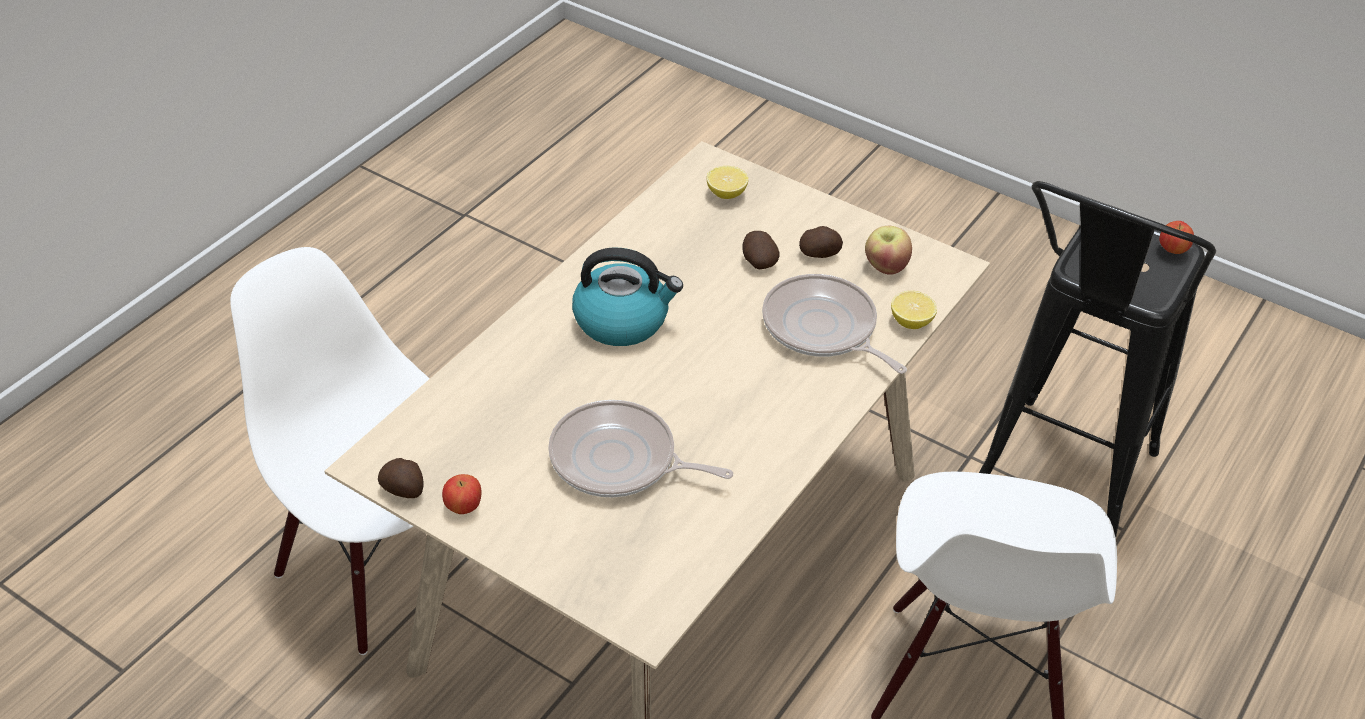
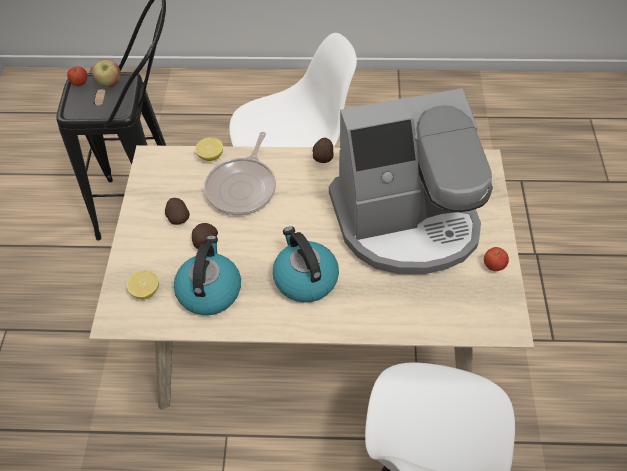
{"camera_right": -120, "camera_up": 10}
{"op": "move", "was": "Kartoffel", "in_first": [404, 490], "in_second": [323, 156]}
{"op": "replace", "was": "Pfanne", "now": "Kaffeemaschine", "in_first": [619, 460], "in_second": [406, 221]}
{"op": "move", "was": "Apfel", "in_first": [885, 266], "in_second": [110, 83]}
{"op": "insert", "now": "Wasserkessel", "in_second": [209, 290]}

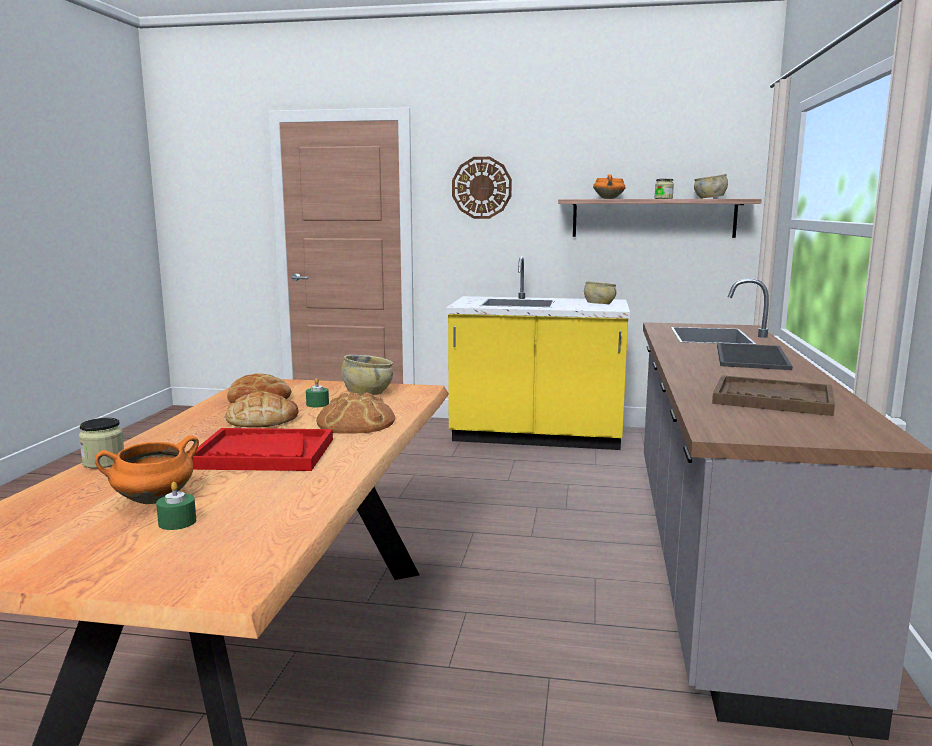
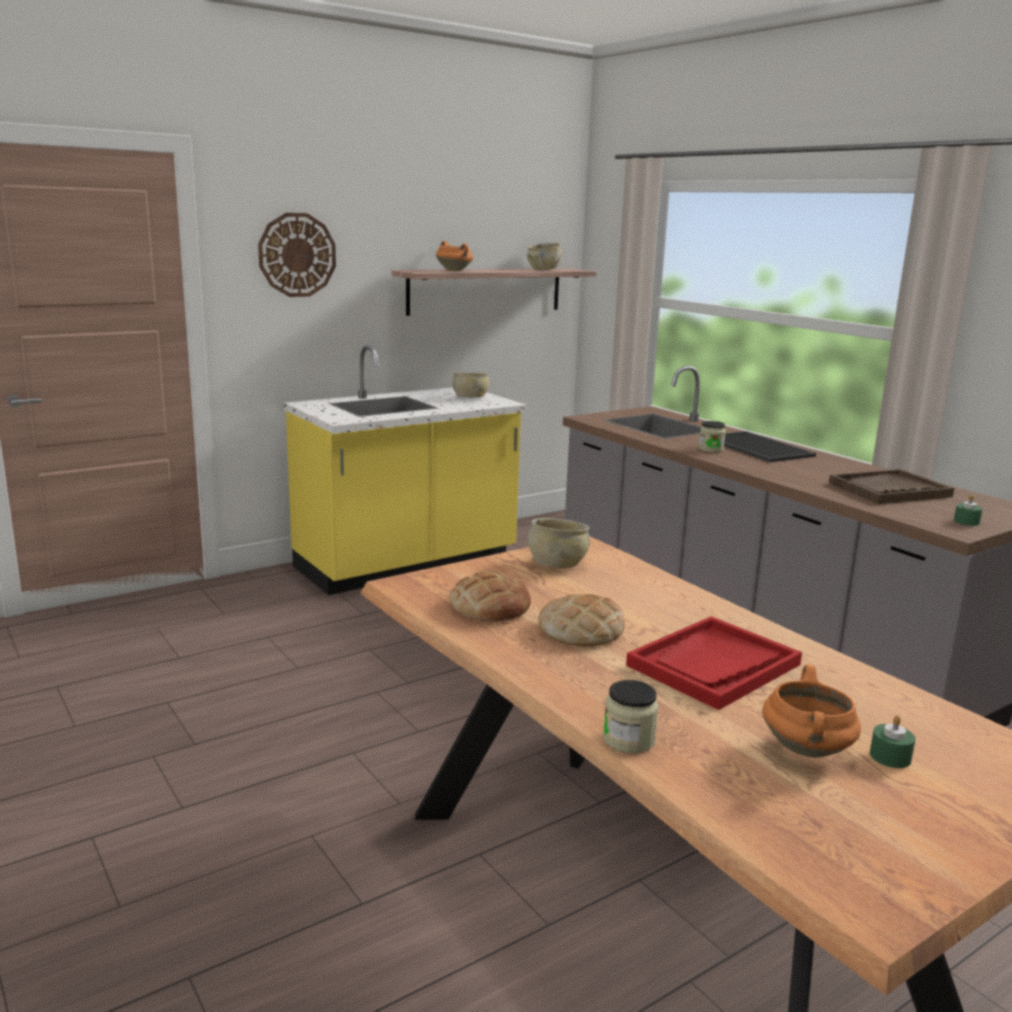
{"camera_right": -45, "camera_up": 5}
{"op": "move", "was": "Kerze (grün)", "in_first": [317, 404], "in_second": [966, 521]}
{"op": "delete", "was": "Brot", "in_first": [356, 422]}
{"op": "move", "was": "Vorratsglas", "in_first": [663, 198], "in_second": [711, 449]}

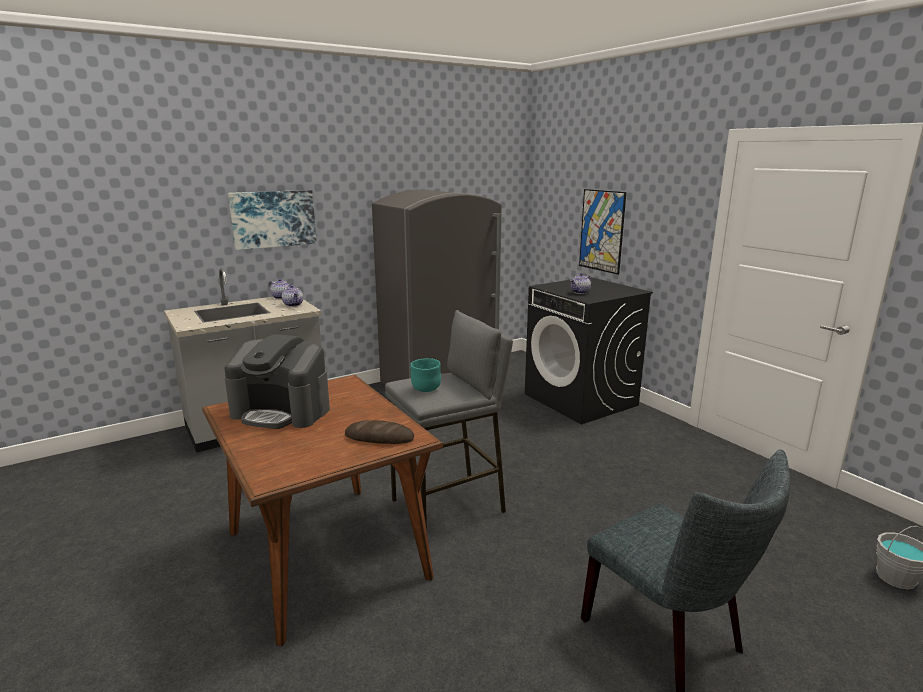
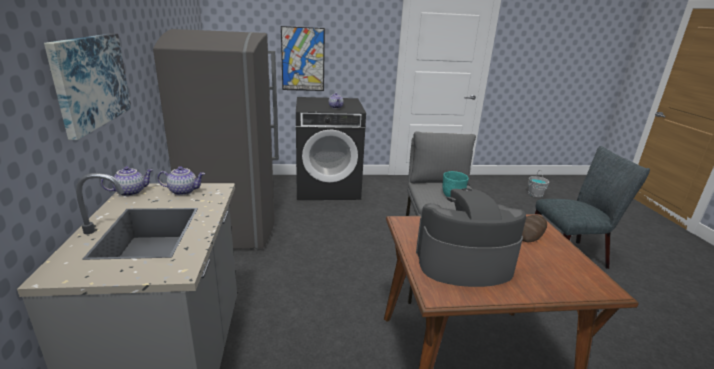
{"camera_right": -65, "camera_up": 5}
{"op": "rotate", "was": "Kaffeemaschine", "in_first": [282, 411], "in_second": [463, 263], "clockwise": -135}

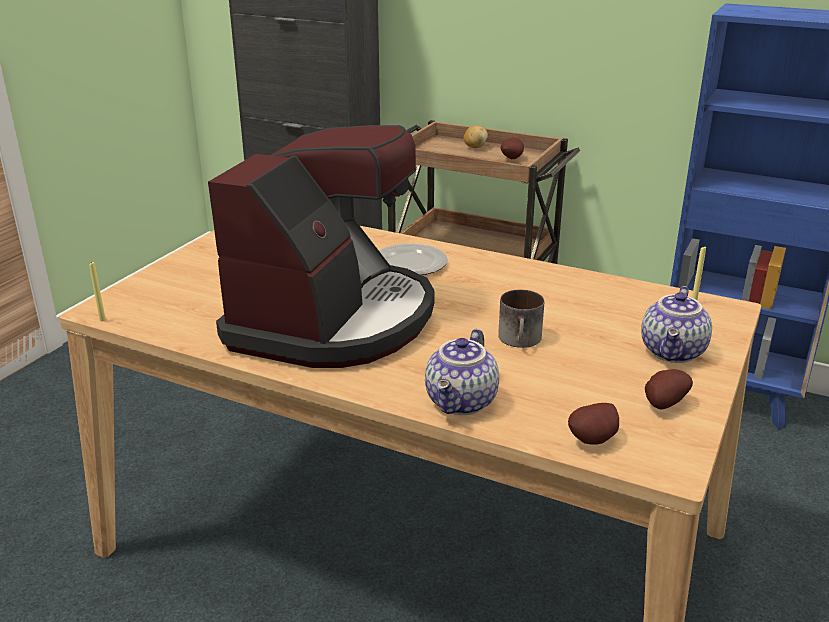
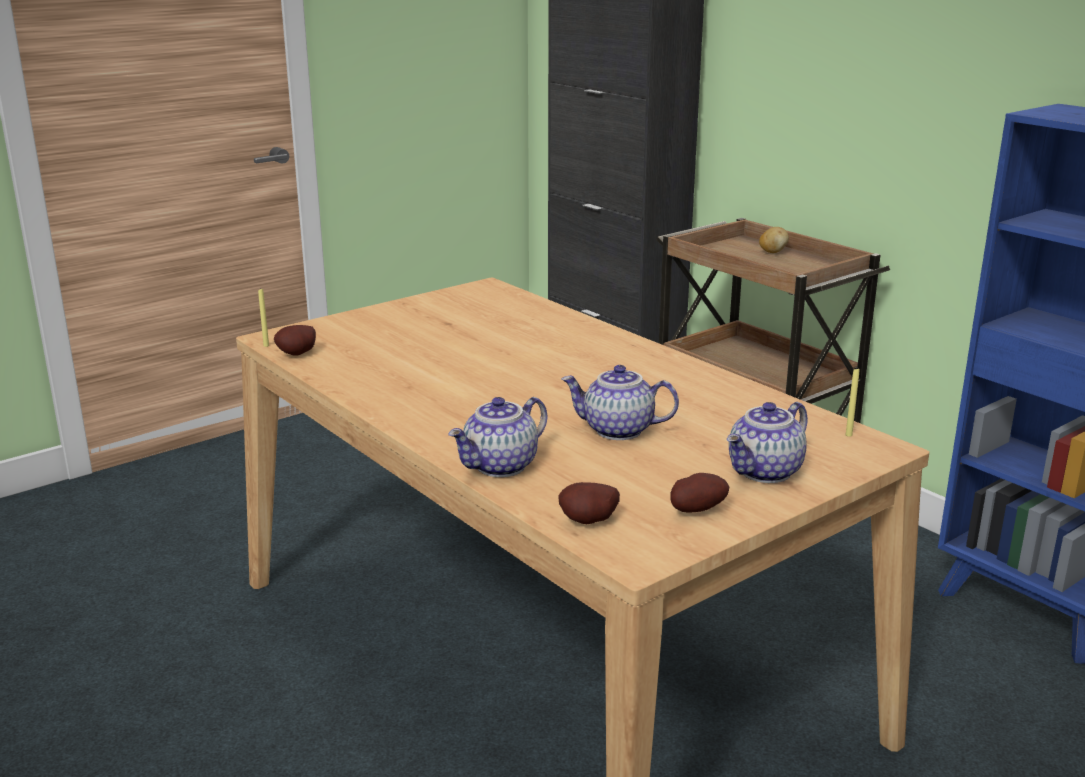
{"camera_right": 25, "camera_up": -5}
{"op": "delete", "was": "Kaffeemaschine", "in_first": [333, 320]}
{"op": "delete", "was": "Teller", "in_first": [409, 264]}
{"op": "replace", "was": "Henkelbecher", "now": "Teekanne", "in_first": [521, 340], "in_second": [617, 431]}
{"op": "move", "was": "Kartoffel", "in_first": [513, 158], "in_second": [298, 354]}

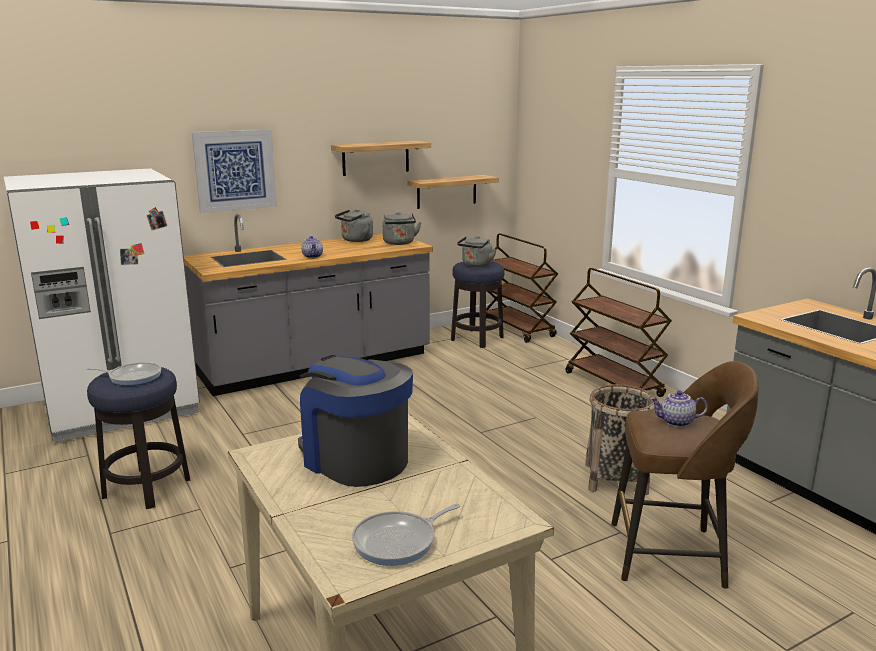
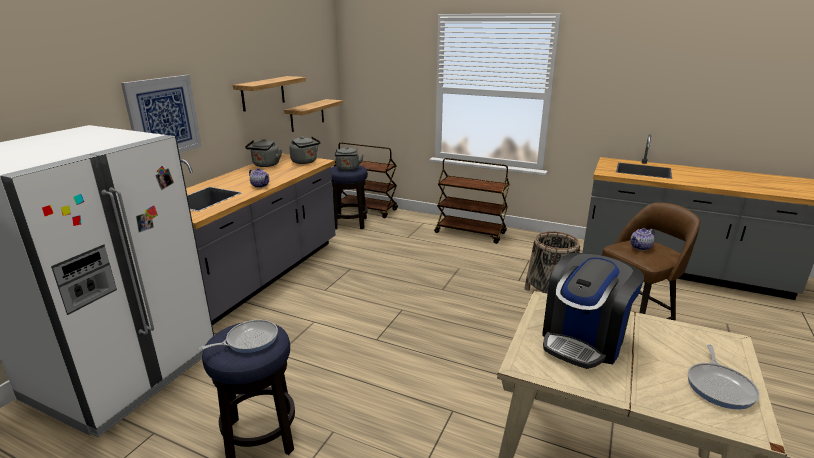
{"camera_right": -35, "camera_up": 5}
{"op": "rotate", "was": "Kaffeemaschine", "in_first": [354, 459], "in_second": [583, 340], "clockwise": -60}

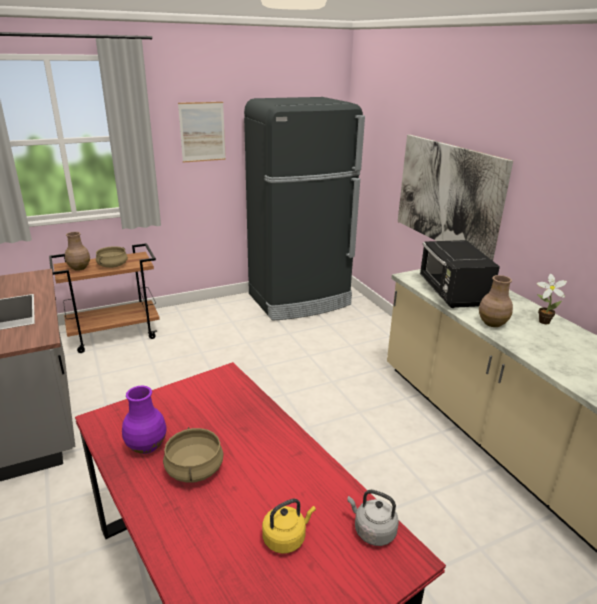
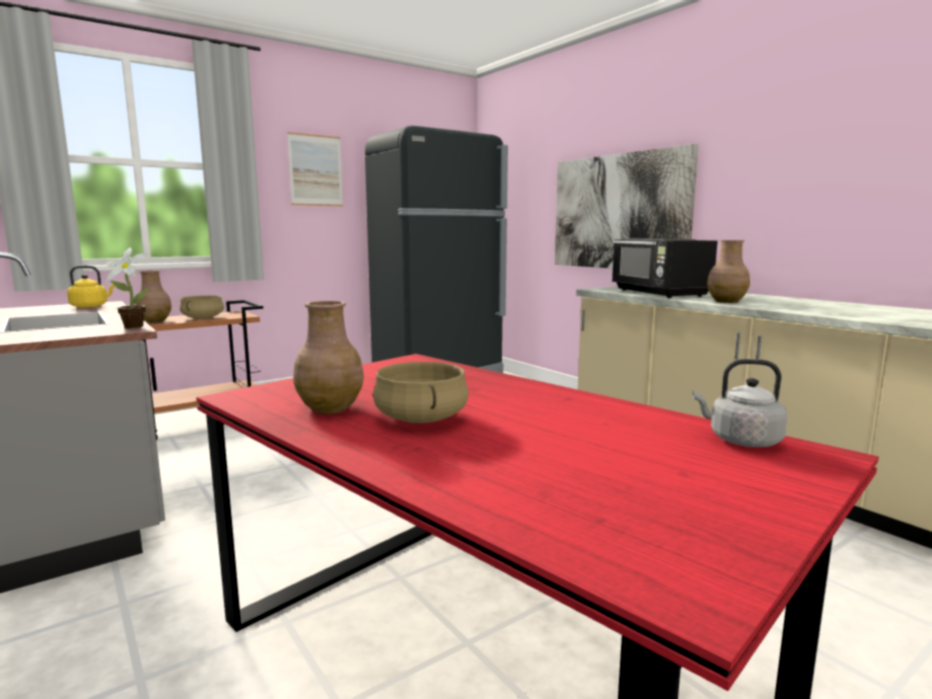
{"camera_right": -10, "camera_up": -15}
{"op": "recolor", "was": "Vase (lila)", "now": "Vase (braun)", "in_first": [147, 446], "in_second": [331, 408]}
{"op": "move", "was": "Wasserkessel (gelb)", "in_first": [286, 538], "in_second": [91, 306]}
{"op": "move", "was": "Topfpflanze", "in_first": [542, 321], "in_second": [132, 326]}

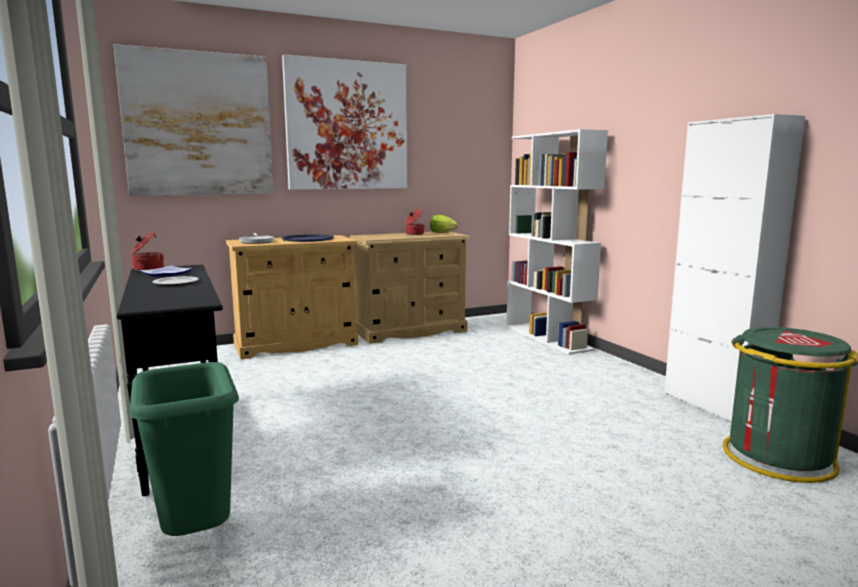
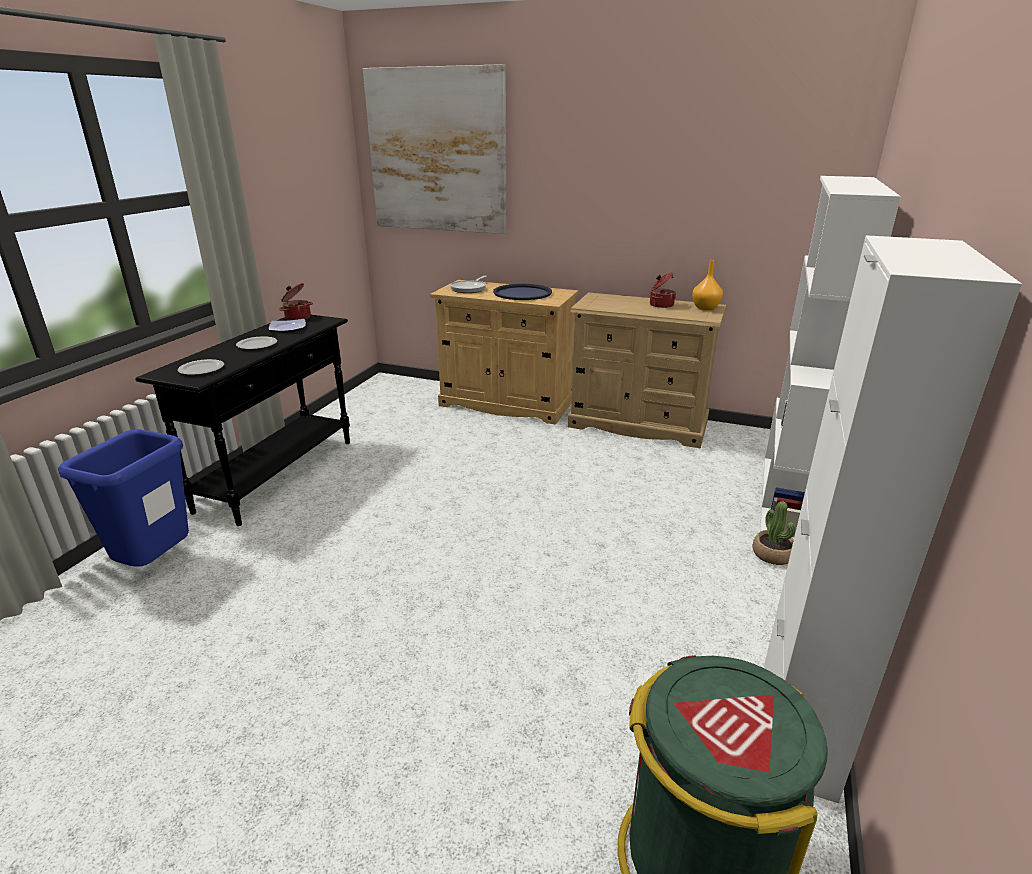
{"camera_right": 45, "camera_up": 15}
{"op": "recolor", "was": "Mülleimer (grün)", "now": "Mülleimer (blau)", "in_first": [197, 537], "in_second": [157, 565]}
{"op": "delete", "was": "Bild", "in_first": [347, 126]}
{"op": "replace", "was": "Salatkopf", "now": "Vase (orange)", "in_first": [442, 232], "in_second": [705, 308]}
{"op": "insert", "now": "Teller", "in_second": [201, 369]}
{"op": "insert", "now": "Topfpflanze", "in_second": [773, 554]}

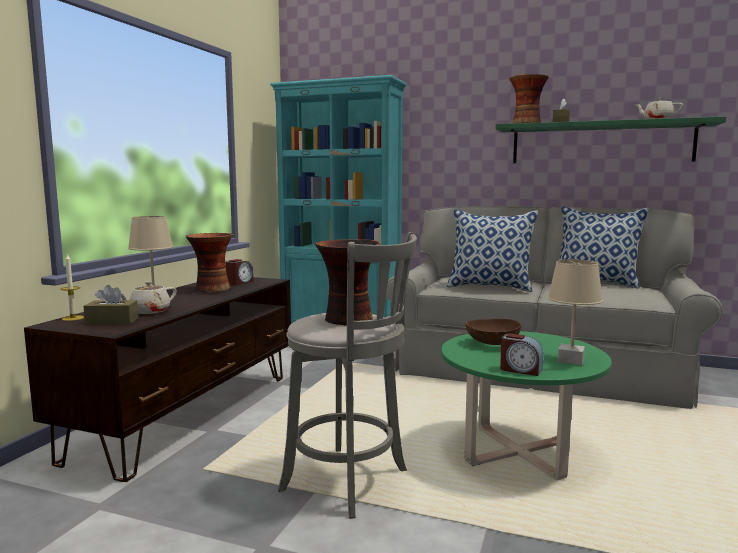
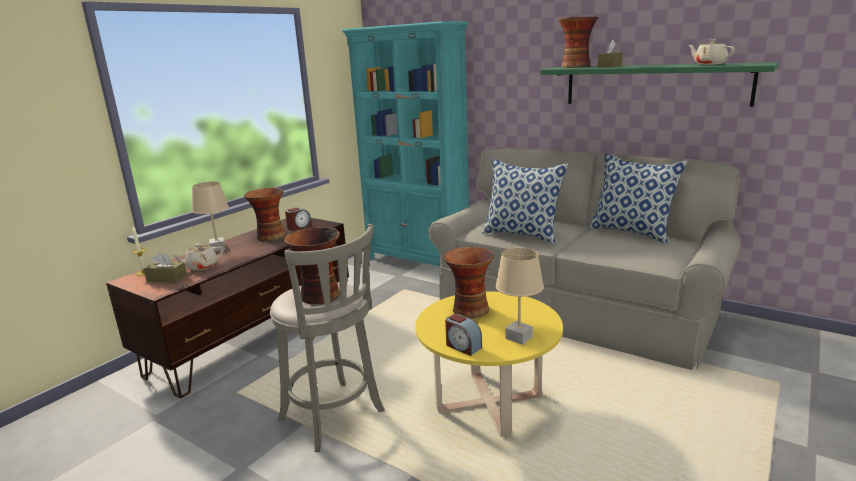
{"camera_right": 15, "camera_up": 10}
{"op": "recolor", "was": "Couchtisch (grün)", "now": "Couchtisch (gelb)", "in_first": [518, 453], "in_second": [489, 403]}
{"op": "replace", "was": "Schüssel (braun)", "now": "Vase", "in_first": [492, 344], "in_second": [469, 310]}

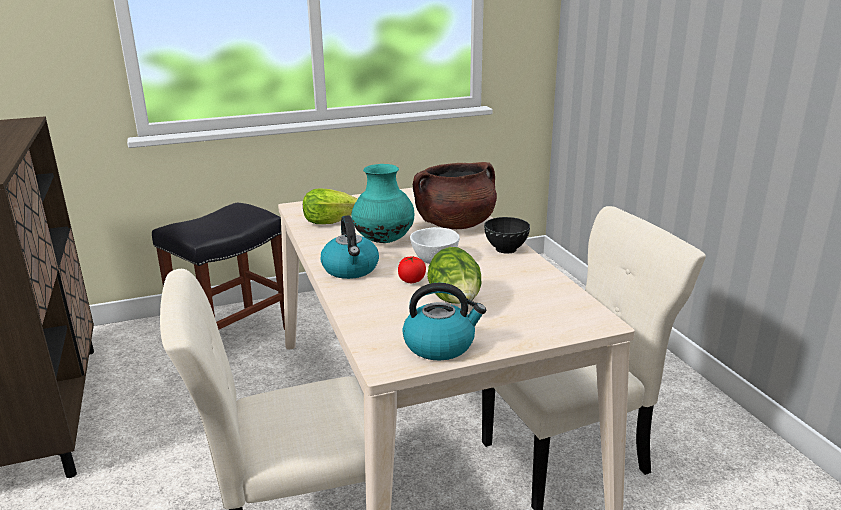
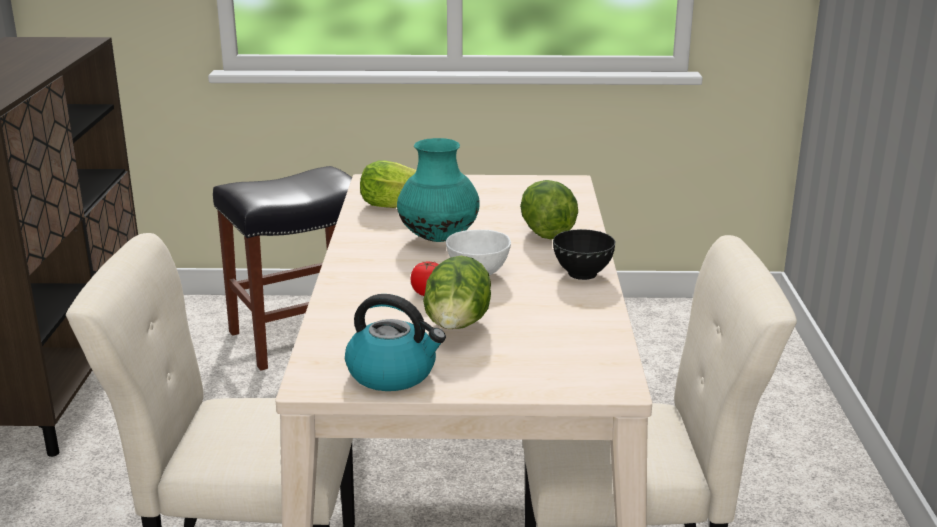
{"camera_right": 20, "camera_up": 0}
{"op": "delete", "was": "Wasserkessel", "in_first": [351, 269]}
{"op": "replace", "was": "Kochtopf (braun)", "now": "Salatkopf", "in_first": [455, 224], "in_second": [546, 232]}

